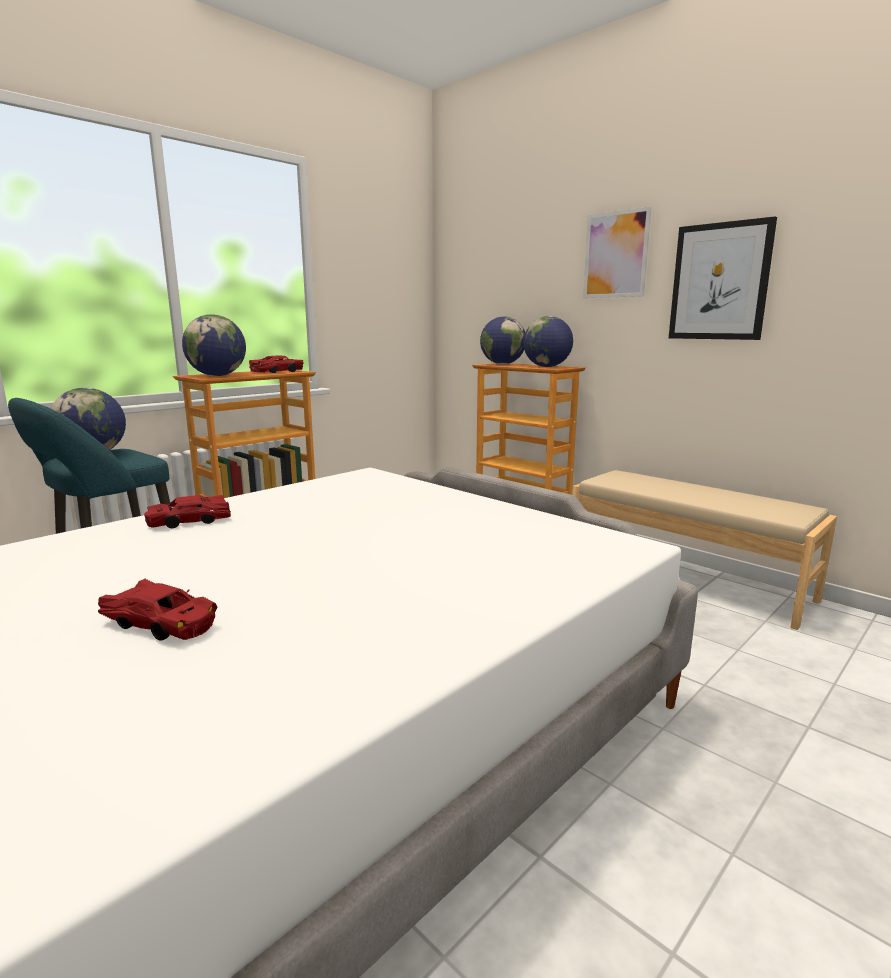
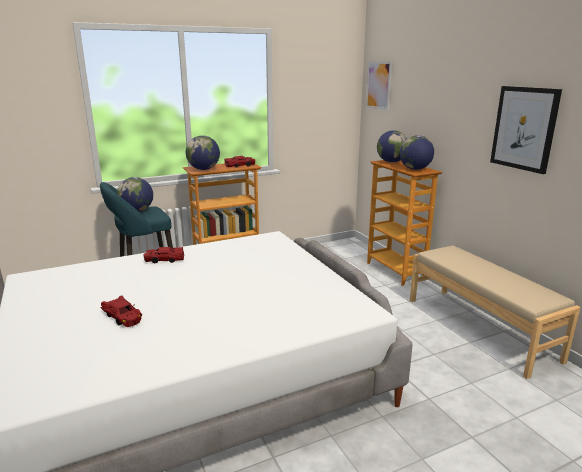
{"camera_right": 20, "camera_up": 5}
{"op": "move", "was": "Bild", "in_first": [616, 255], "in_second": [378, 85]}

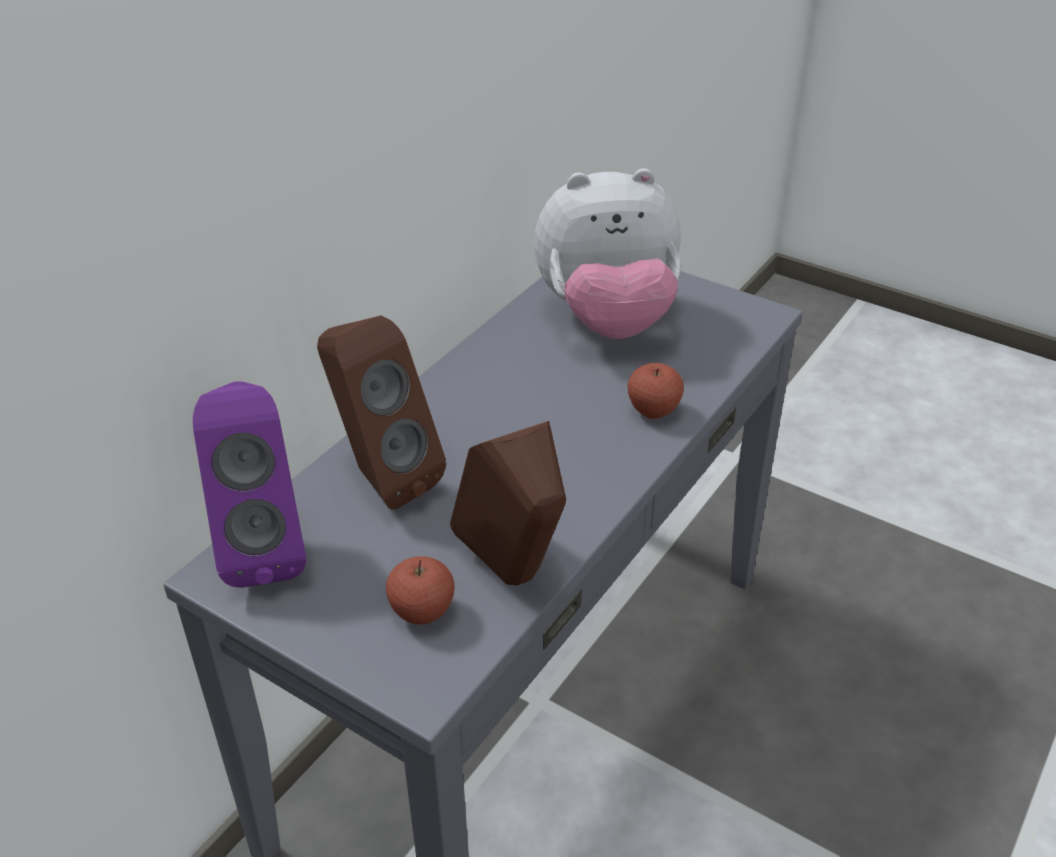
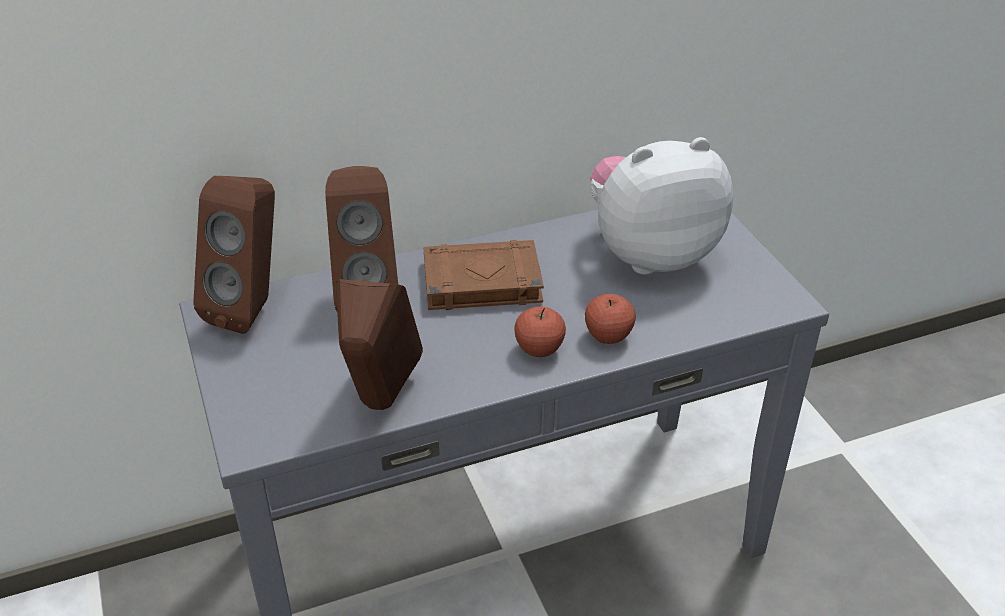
{"camera_right": 35, "camera_up": 0}
{"op": "recolor", "was": "Lautsprecher (lila)", "now": "Lautsprecher (braun)", "in_first": [264, 549], "in_second": [252, 309]}
{"op": "move", "was": "Apfel", "in_first": [422, 611], "in_second": [539, 349]}
{"op": "rotate", "was": "Plüschtier", "in_first": [608, 320], "in_second": [650, 254], "clockwise": 135}
{"op": "insert", "now": "Buch (braun)", "in_second": [480, 282]}

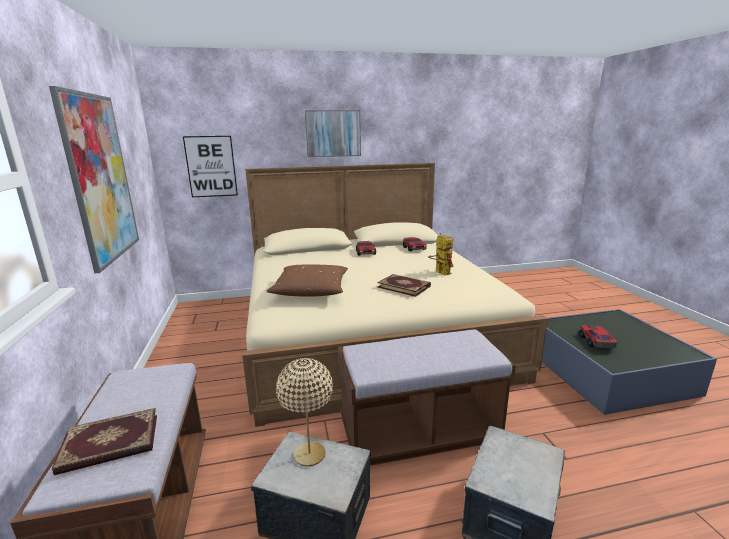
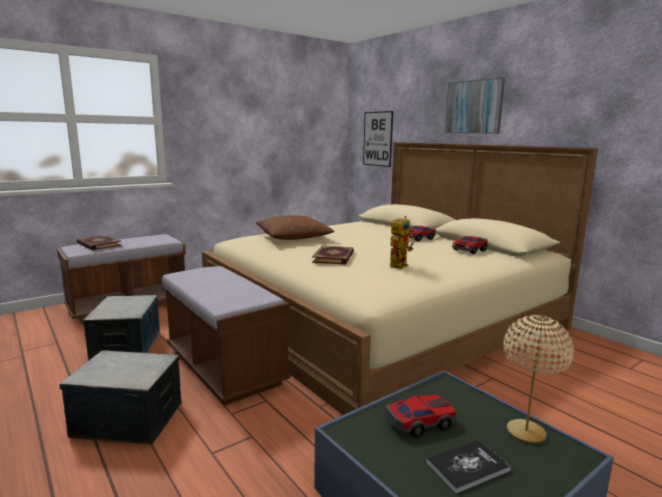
{"camera_right": 65, "camera_up": -5}
{"op": "delete", "was": "Bild", "in_first": [100, 178]}
{"op": "move", "was": "Tischlampe (beige)", "in_first": [309, 454], "in_second": [525, 432]}
{"op": "insert", "now": "Buch", "in_second": [467, 466]}

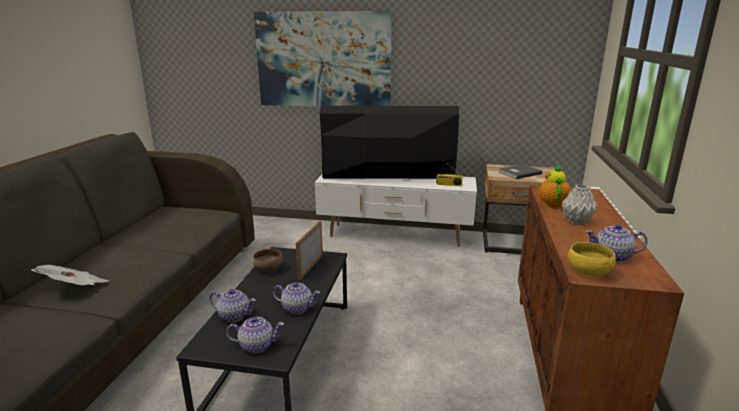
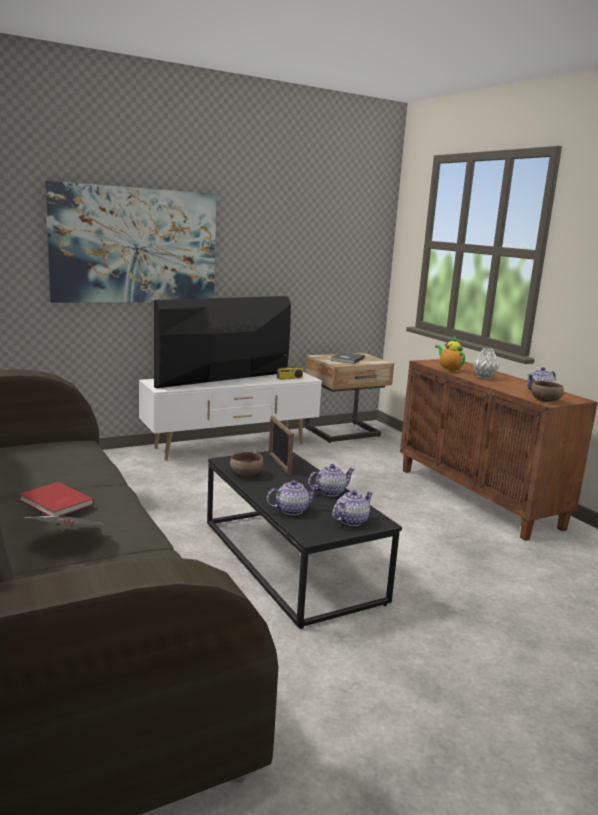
{"camera_right": -40, "camera_up": -5}
{"op": "recolor", "was": "Schüssel (gelb)", "now": "Schüssel (braun)", "in_first": [588, 271], "in_second": [544, 400]}
{"op": "insert", "now": "Buch (rot)", "in_second": [55, 503]}

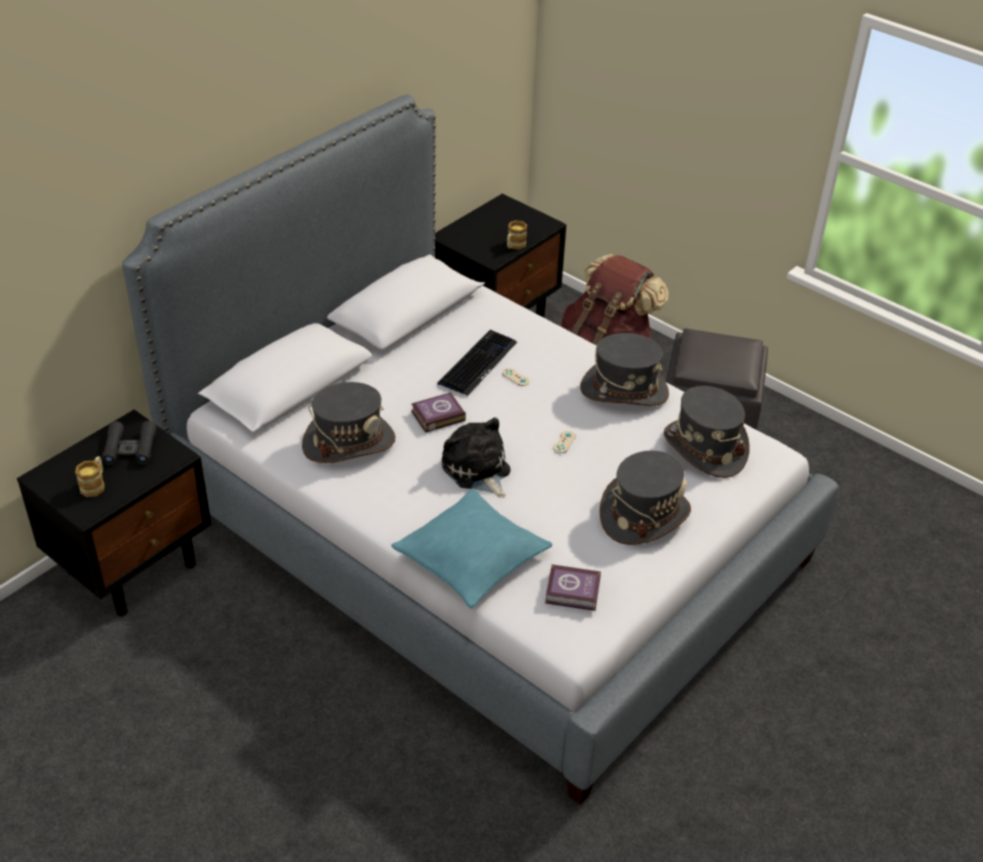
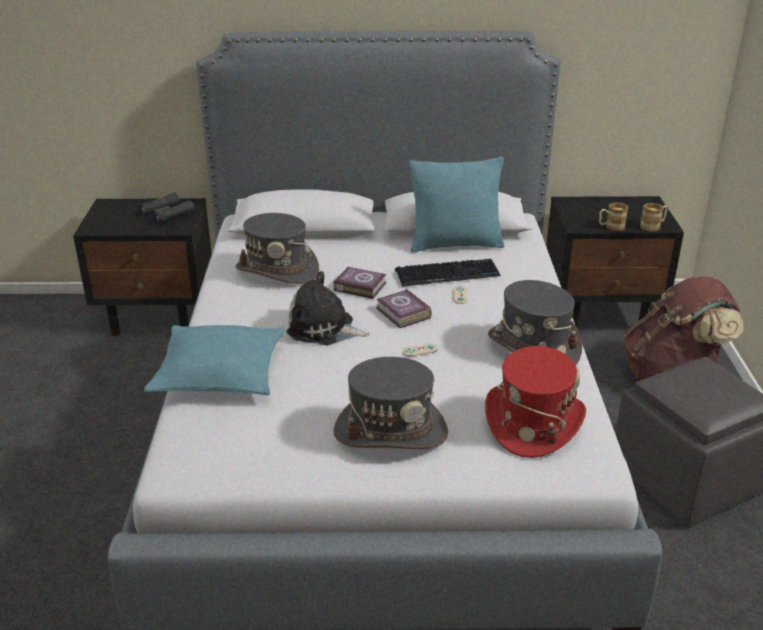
{"camera_right": 50, "camera_up": -10}
{"op": "move", "was": "Henkelbecher", "in_first": [95, 485], "in_second": [653, 226]}
{"op": "rotate", "was": "Plüschtier", "in_first": [477, 470], "in_second": [324, 329], "clockwise": -90}
{"op": "move", "was": "Buch", "in_first": [574, 592], "in_second": [403, 313]}
{"op": "recolor", "was": "Hut (grau)", "now": "Hut (rot)", "in_first": [704, 448], "in_second": [533, 422]}
{"op": "insert", "now": "Kissen (türkis)", "in_second": [455, 244]}

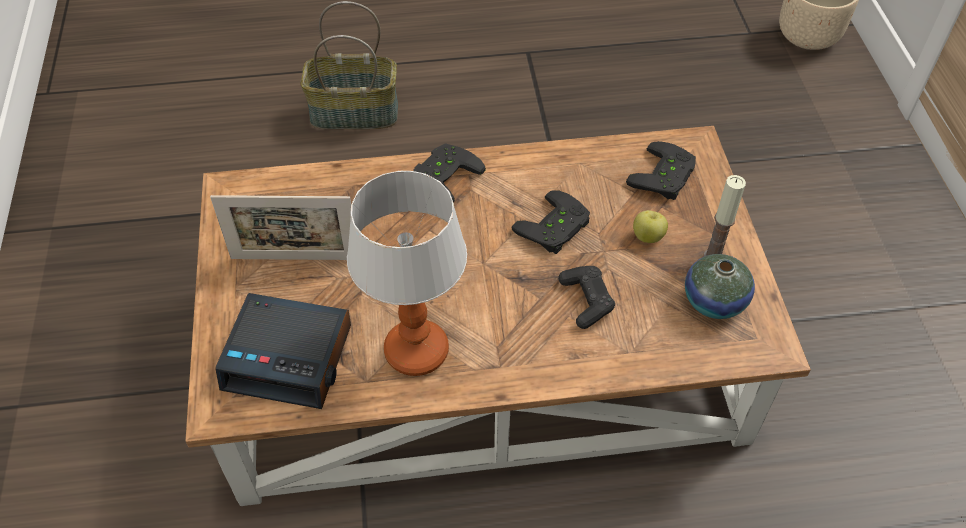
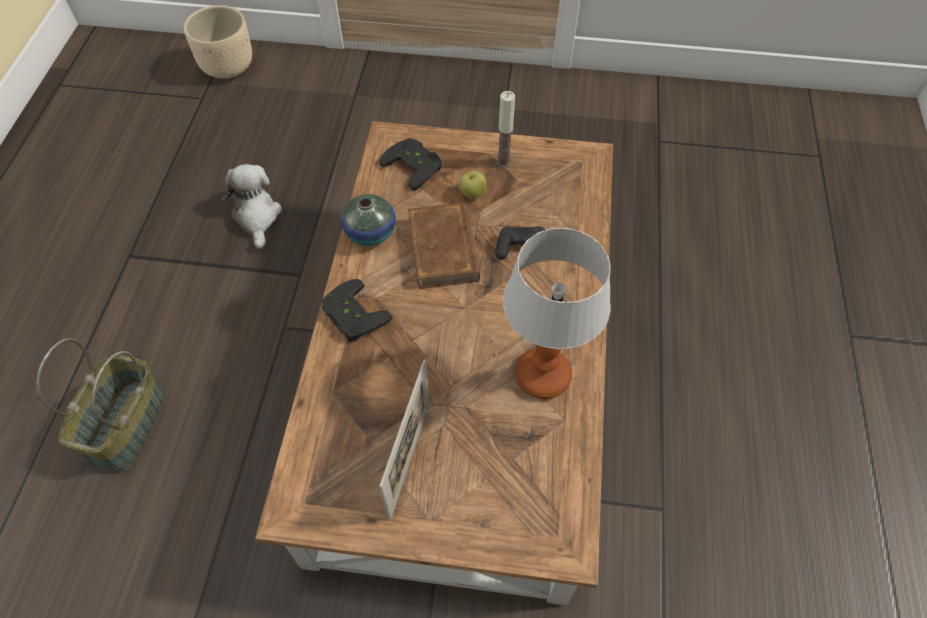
{"camera_right": -75, "camera_up": 5}
{"op": "delete", "was": "Wecker", "in_first": [289, 357]}
{"op": "replace", "was": "Gamepad (schwarz)", "now": "Buch (braun)", "in_first": [556, 229], "in_second": [444, 249]}
{"op": "move", "was": "Vase", "in_first": [714, 301], "in_second": [370, 232]}
{"op": "insert", "now": "Plüschtier", "in_second": [257, 216]}

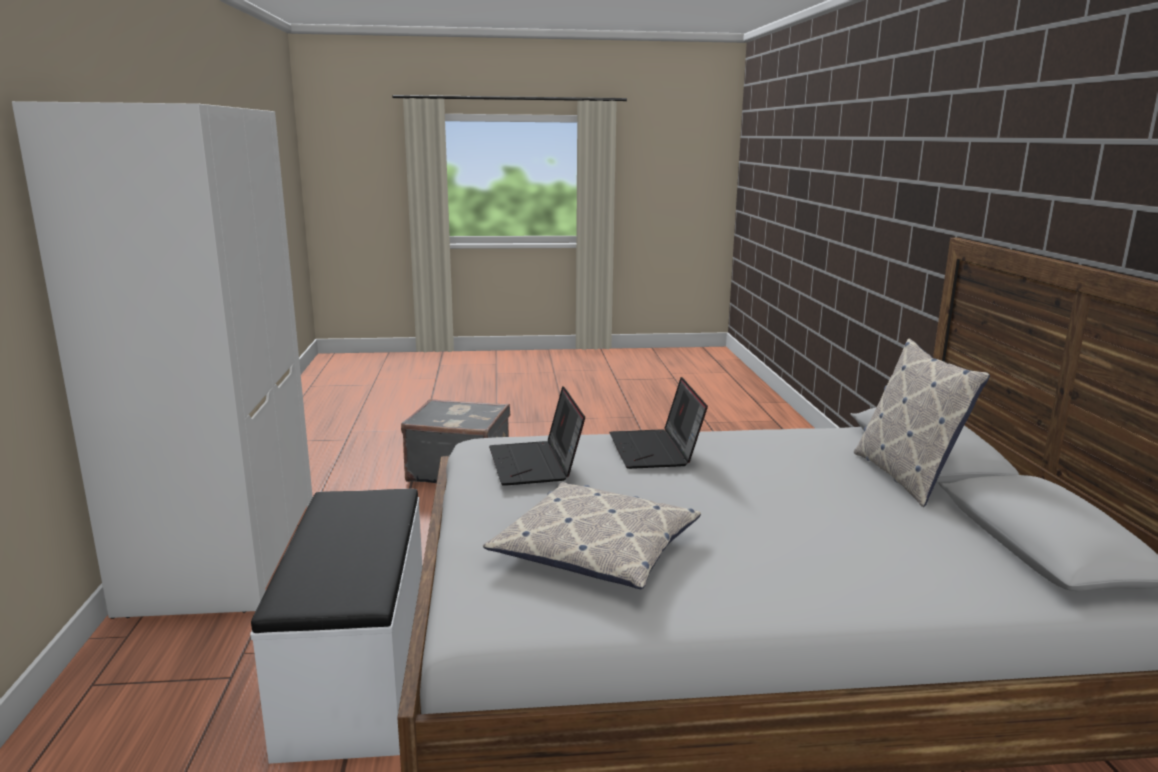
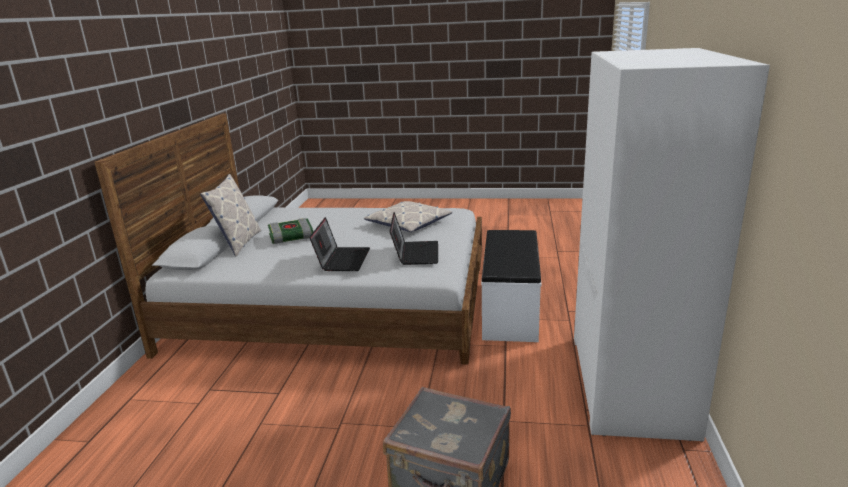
{"camera_right": -165, "camera_up": 5}
{"op": "insert", "now": "Buch", "in_second": [290, 237]}

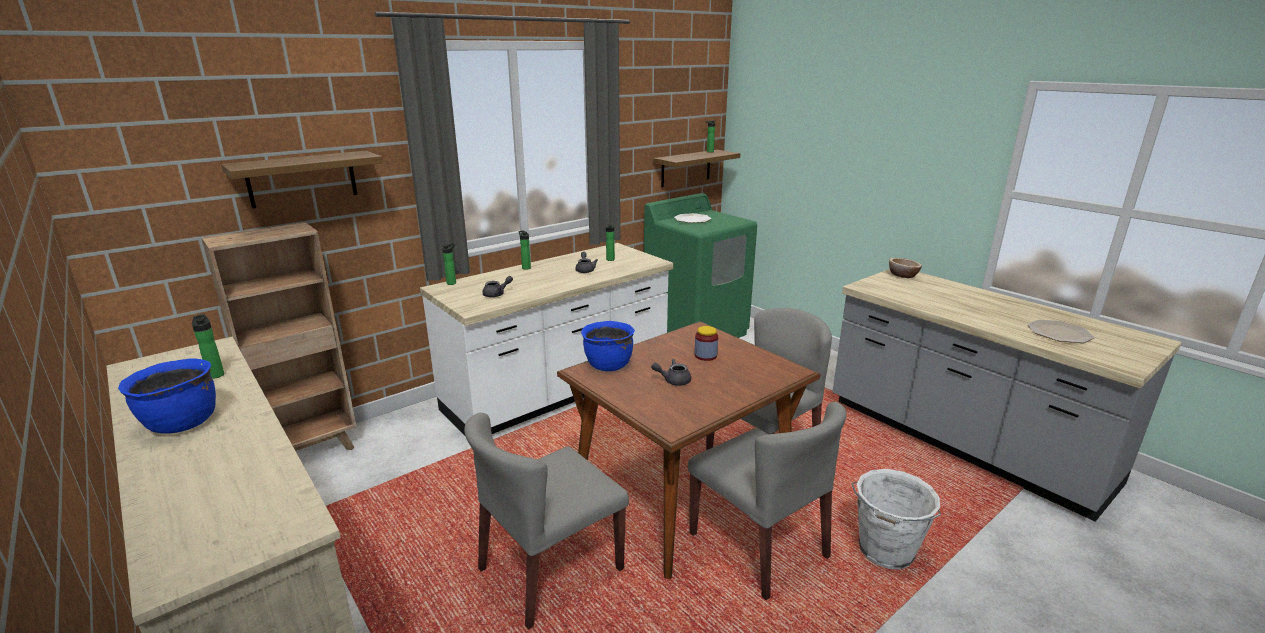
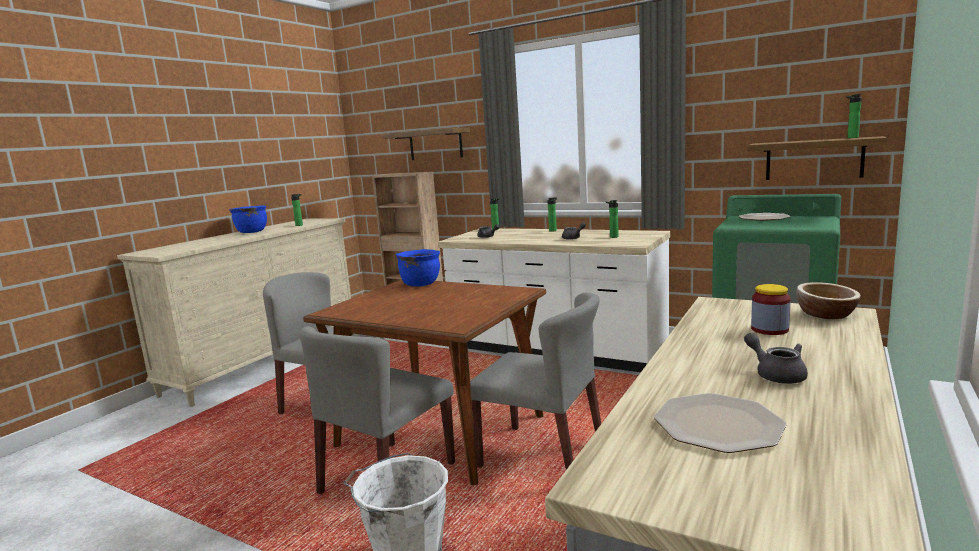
{"camera_right": 70, "camera_up": -10}
{"op": "move", "was": "Teekanne (grau)", "in_first": [673, 380], "in_second": [776, 374]}
{"op": "move", "was": "Vorratsglas", "in_first": [705, 355], "in_second": [769, 329]}

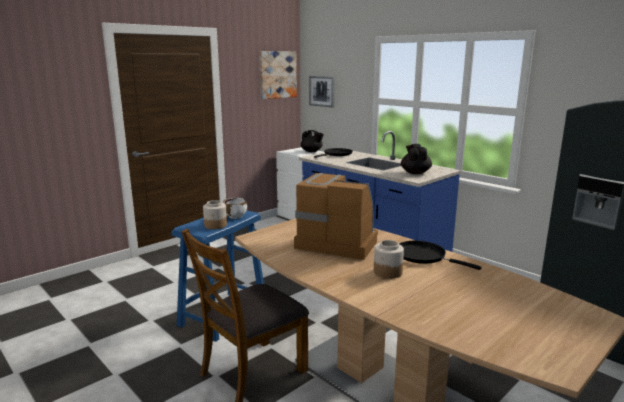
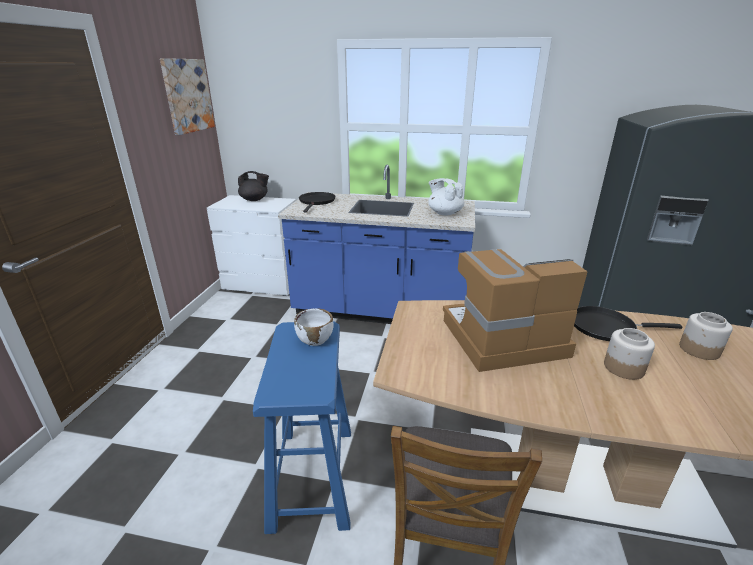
{"camera_right": -35, "camera_up": 10}
{"op": "move", "was": "Vorratsglas", "in_first": [215, 225], "in_second": [699, 349]}
{"op": "delete", "was": "Bild", "in_first": [322, 91]}
{"op": "recolor", "was": "Teekanne (schwarz)", "now": "Teekanne (weiß)", "in_first": [415, 173], "in_second": [444, 213]}

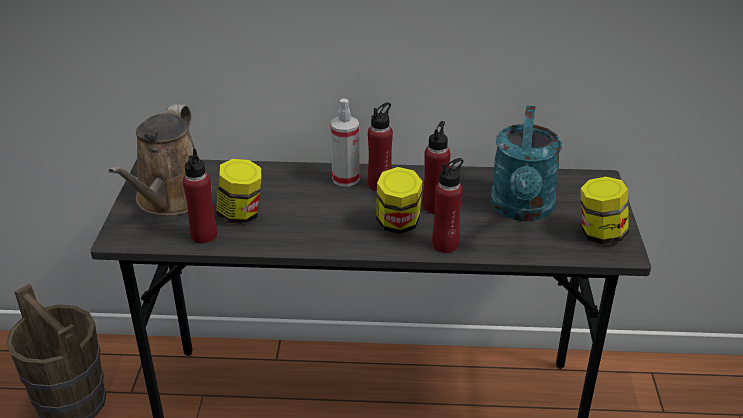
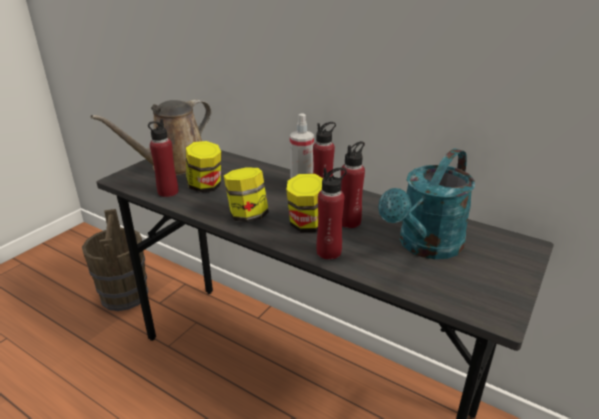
{"camera_right": 30, "camera_up": -5}
{"op": "move", "was": "Vorratsglas", "in_first": [600, 234], "in_second": [247, 216]}

